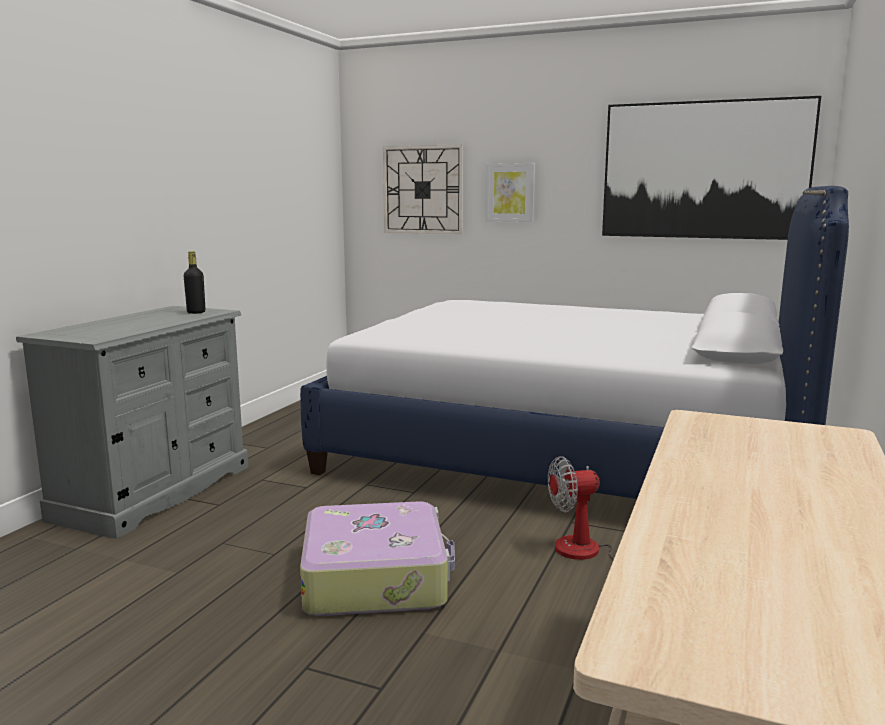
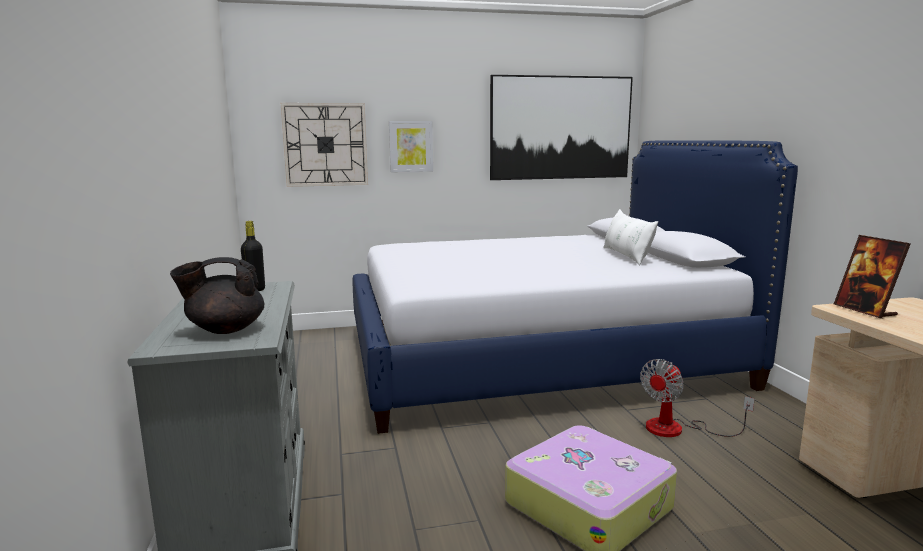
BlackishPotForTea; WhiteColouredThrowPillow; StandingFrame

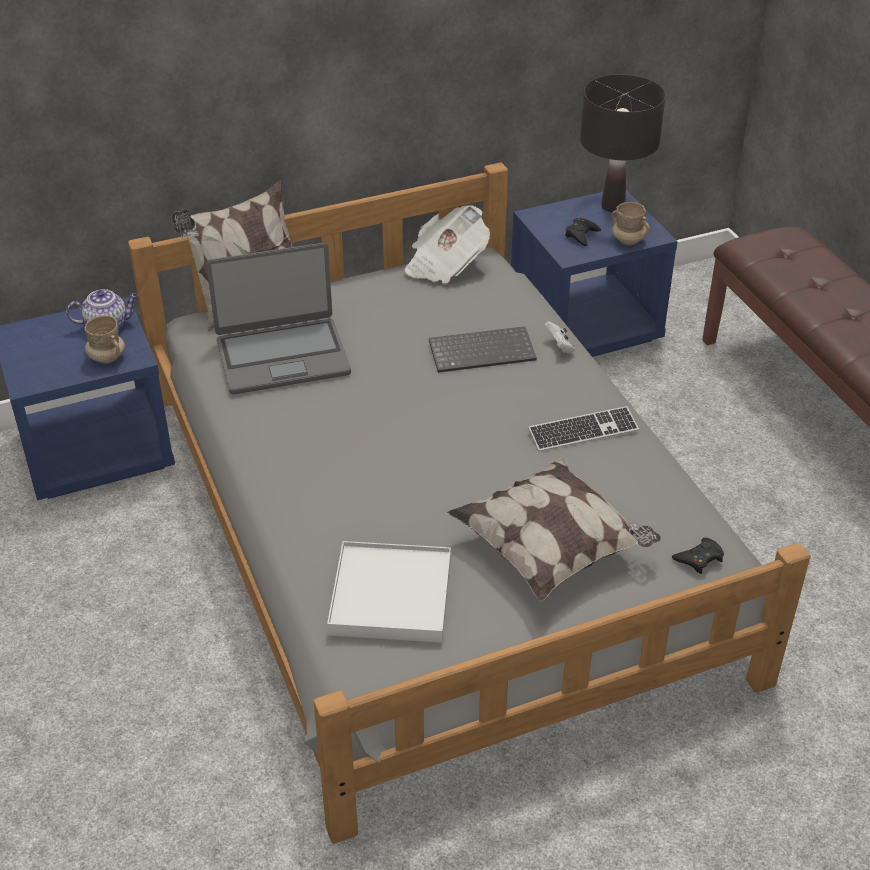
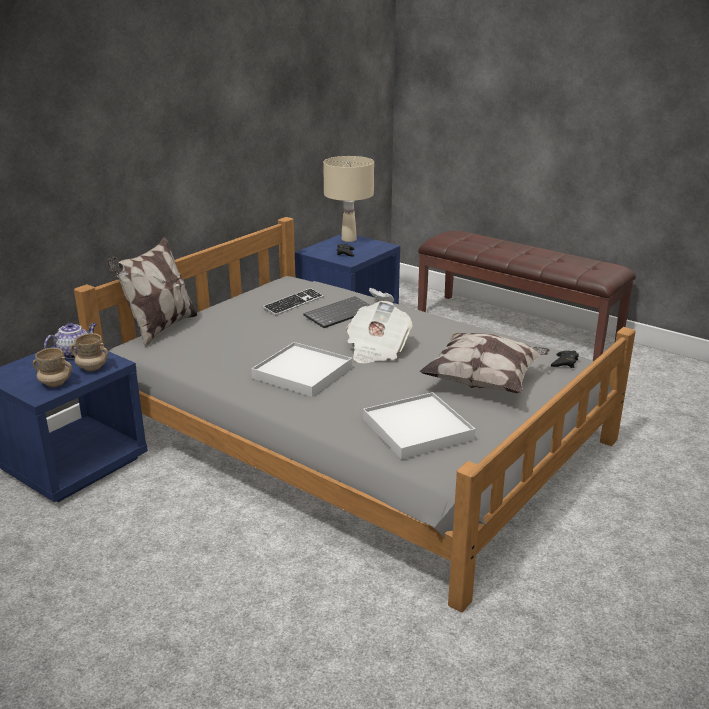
Laptop; Newspaper; ComputerKeyboard (no. 1 from left); BeigeLampForATable; BeigeTeaMug (no. 1 from left); WhiteColouredTray (no. 1 from left)

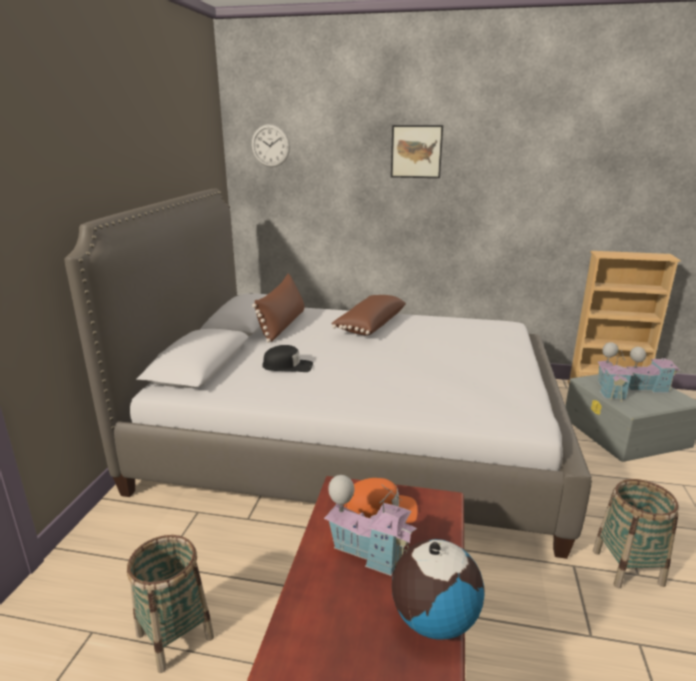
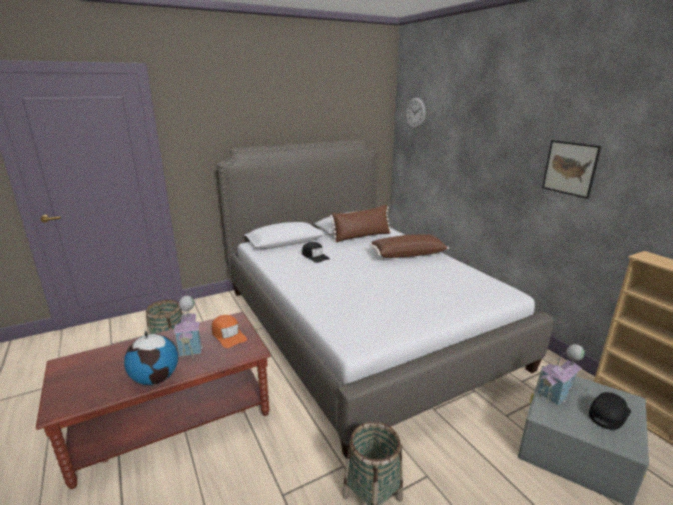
Picture; BlackishCap (no. 2 from left)

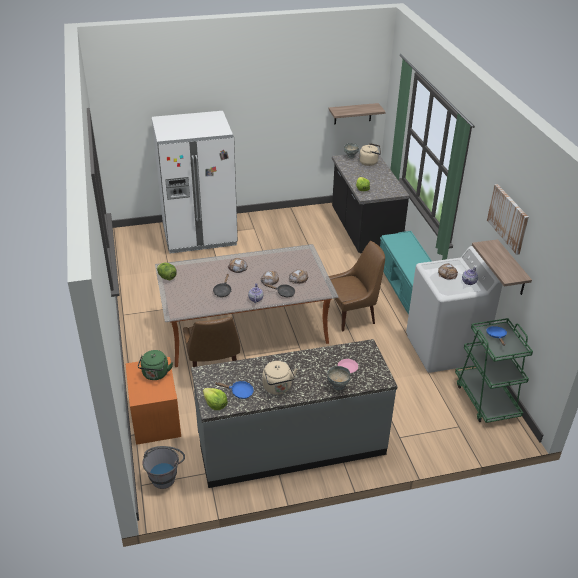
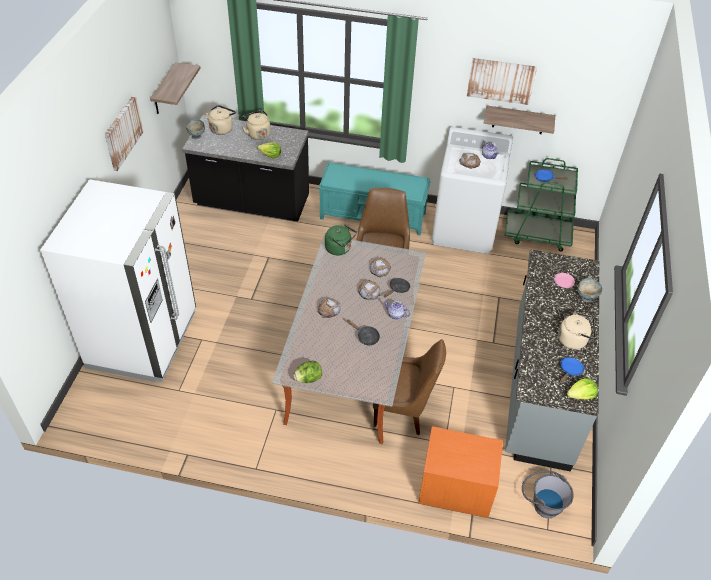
GreenishKettle; Picture (no. 1 from left); BeigeKettle (no. 2 from left)

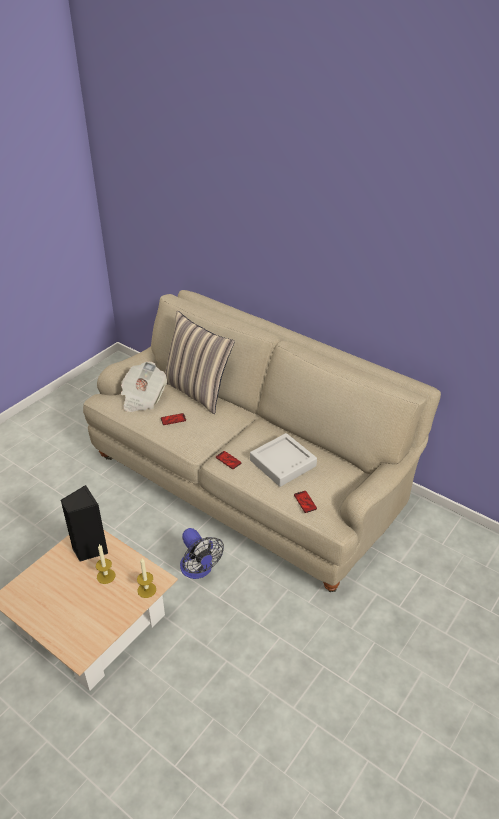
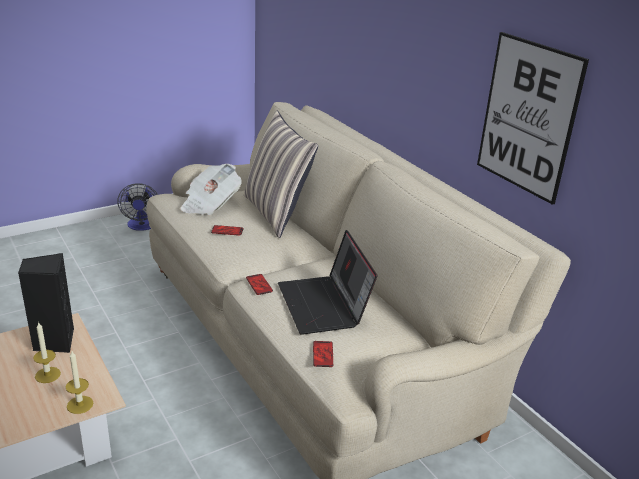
ElectricFan; Laptop; Picture

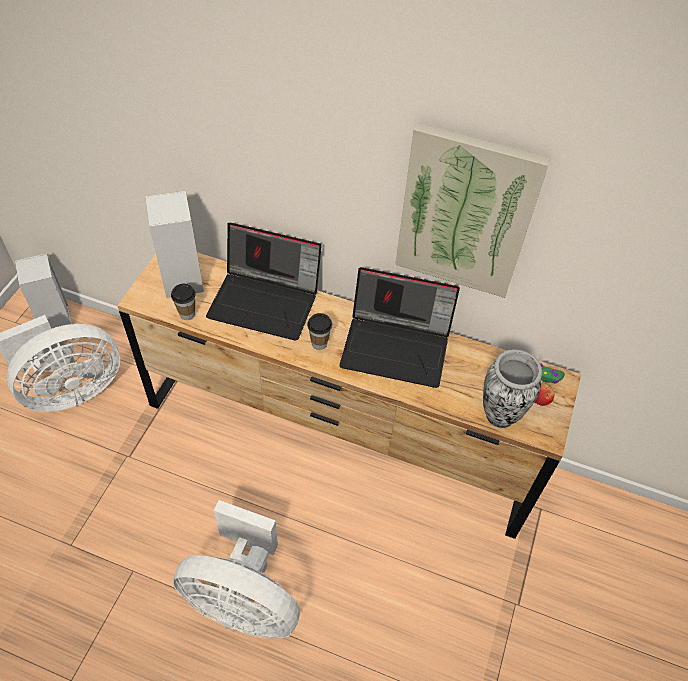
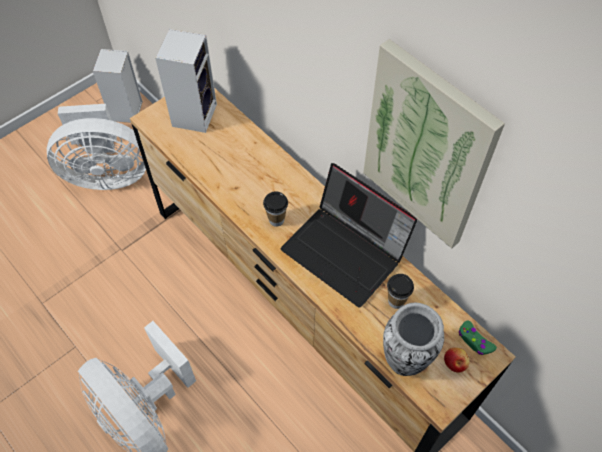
DrinkingCup (no. 2 from left); Laptop (no. 1 from left in the first image)

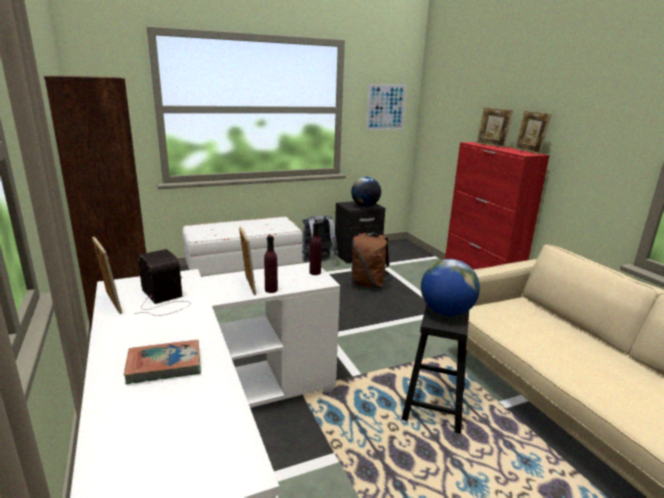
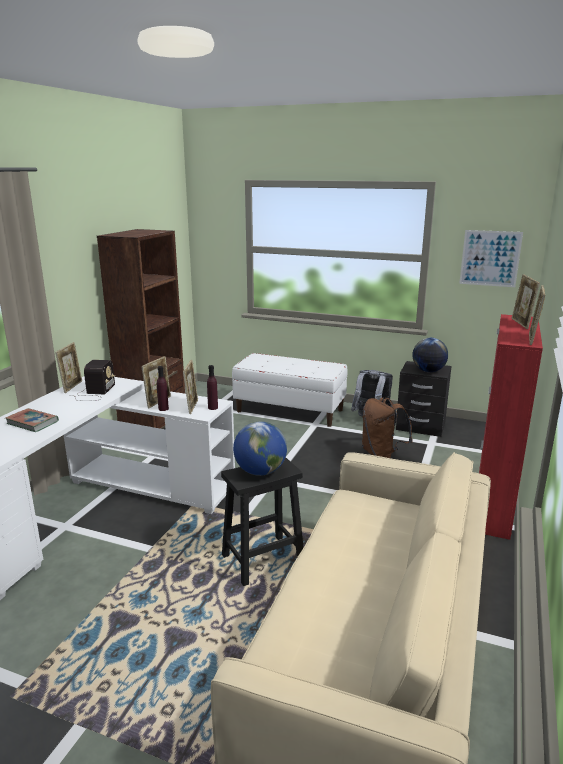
StandingFrame (no. 3 from left)

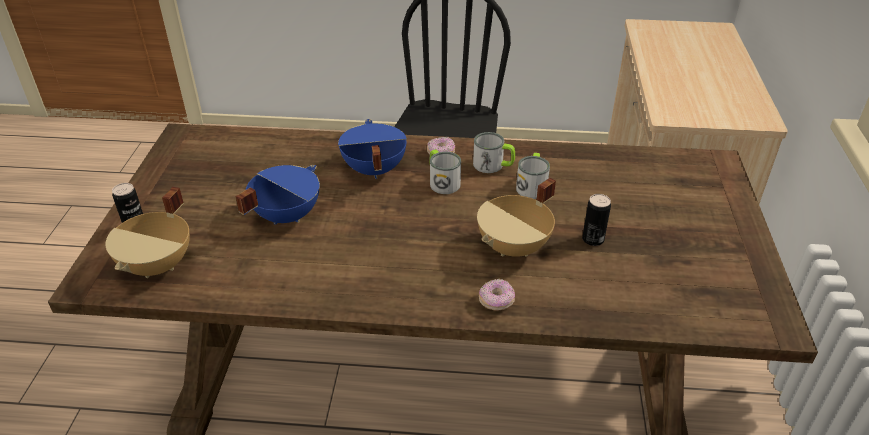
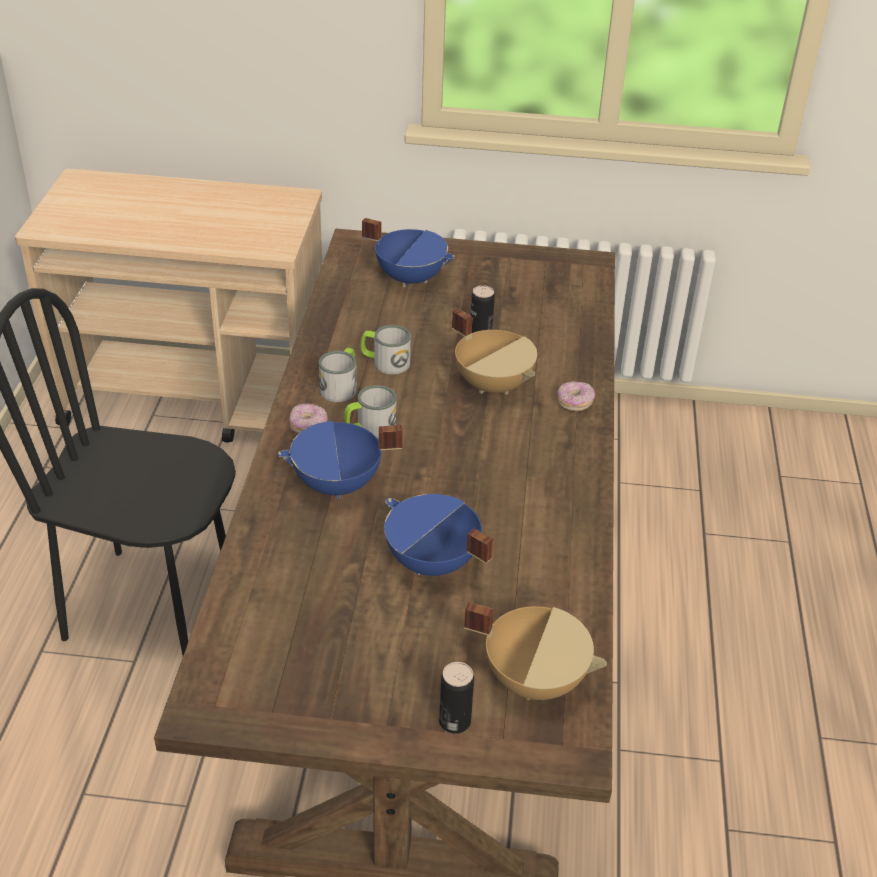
BlueColouredCookingPot (no. 2 from left)

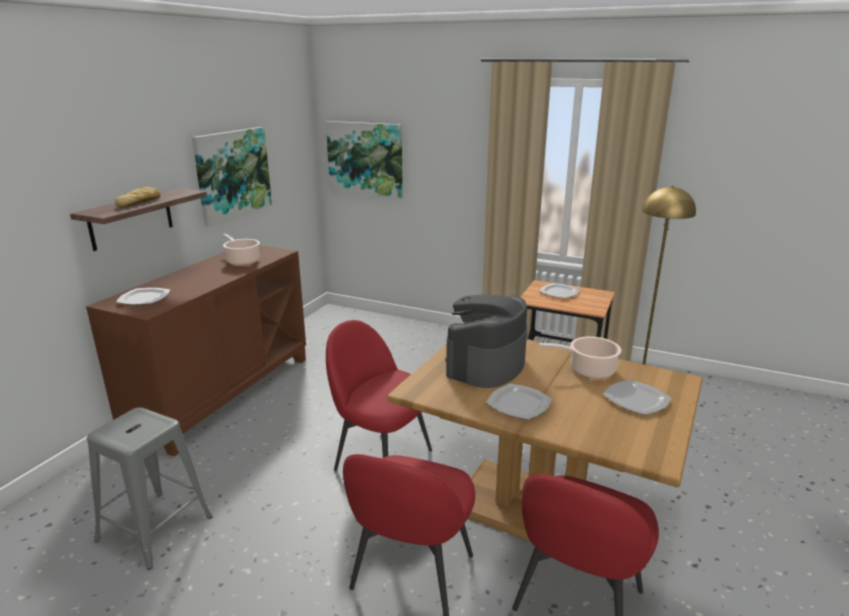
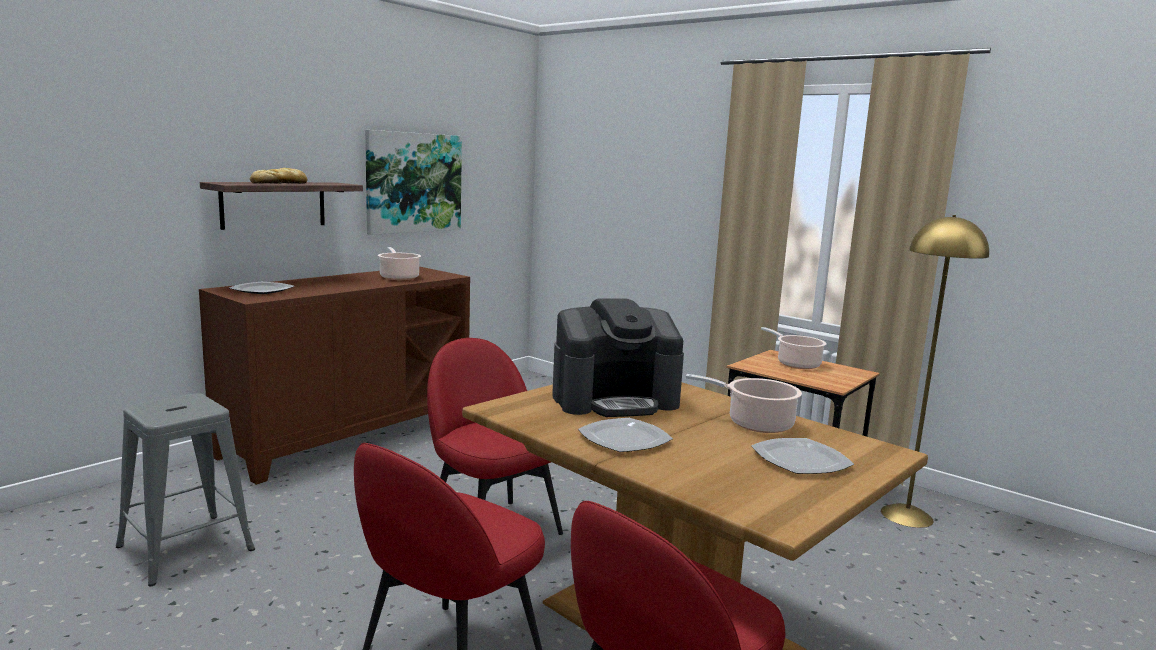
Picture (no. 2 from left in the first image); CoffeeMaker; CookingPot (no. 3 from left)

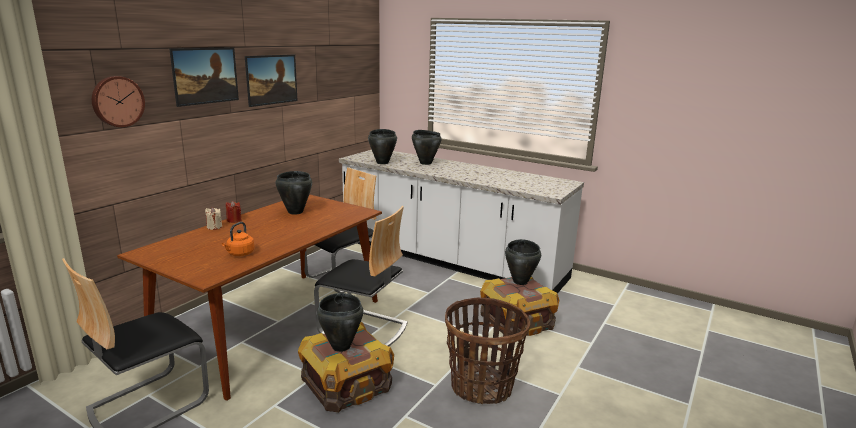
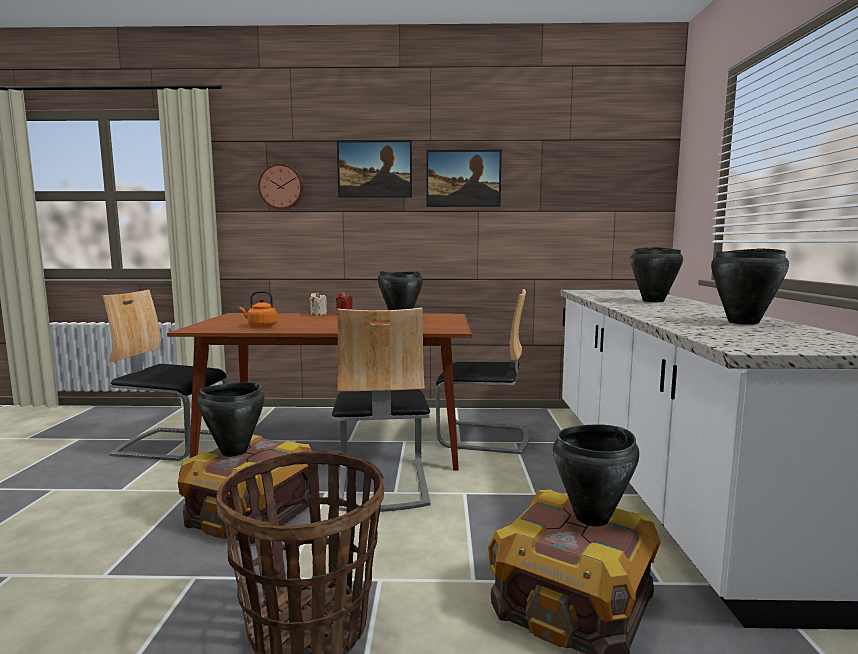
BlackishCookingPot (no. 5 from left)

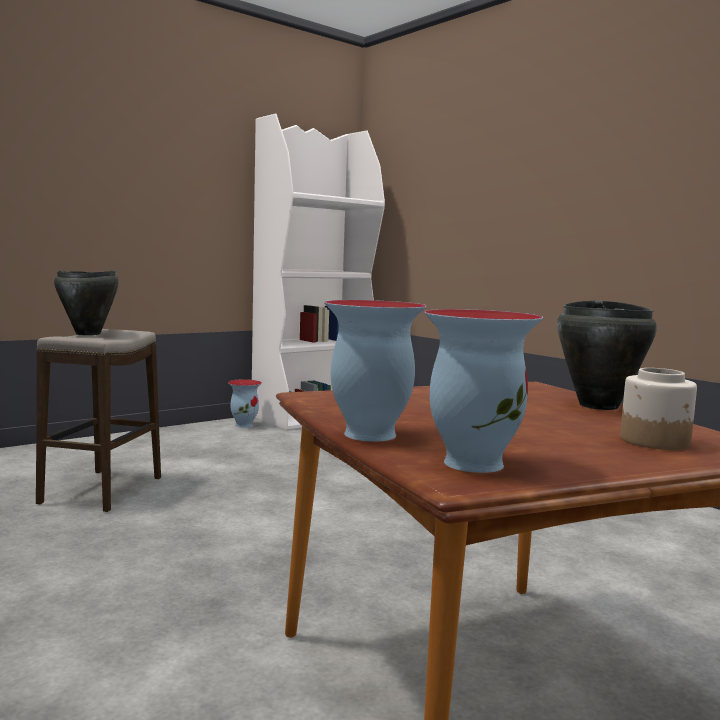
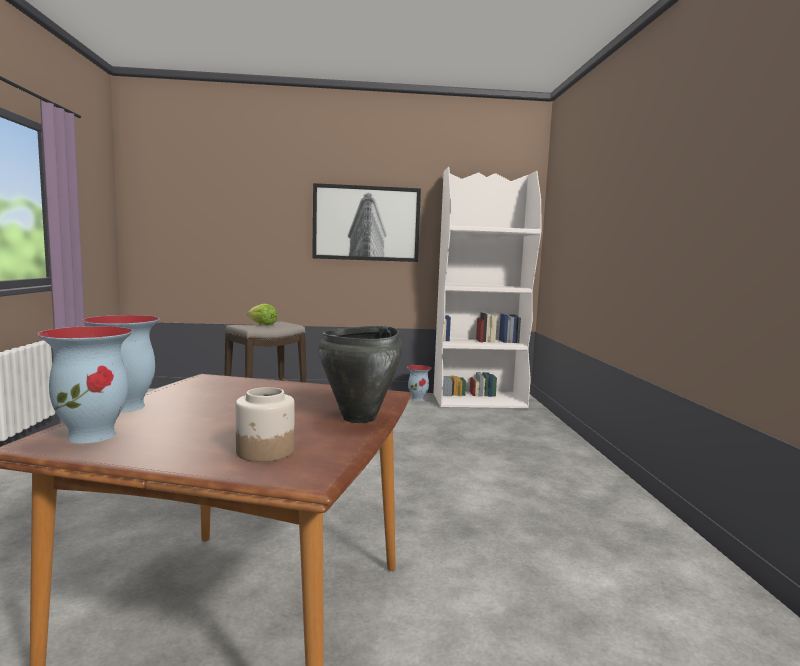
Lettuce; Picture

